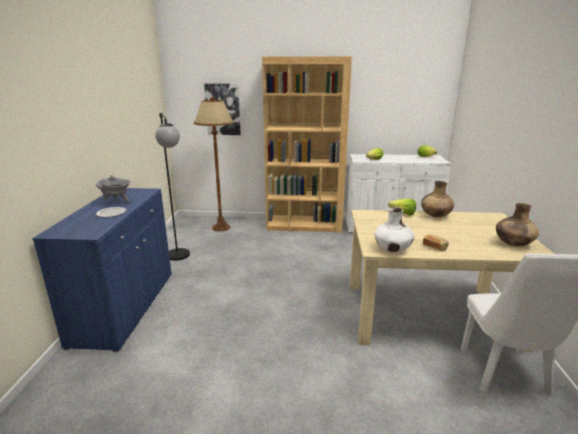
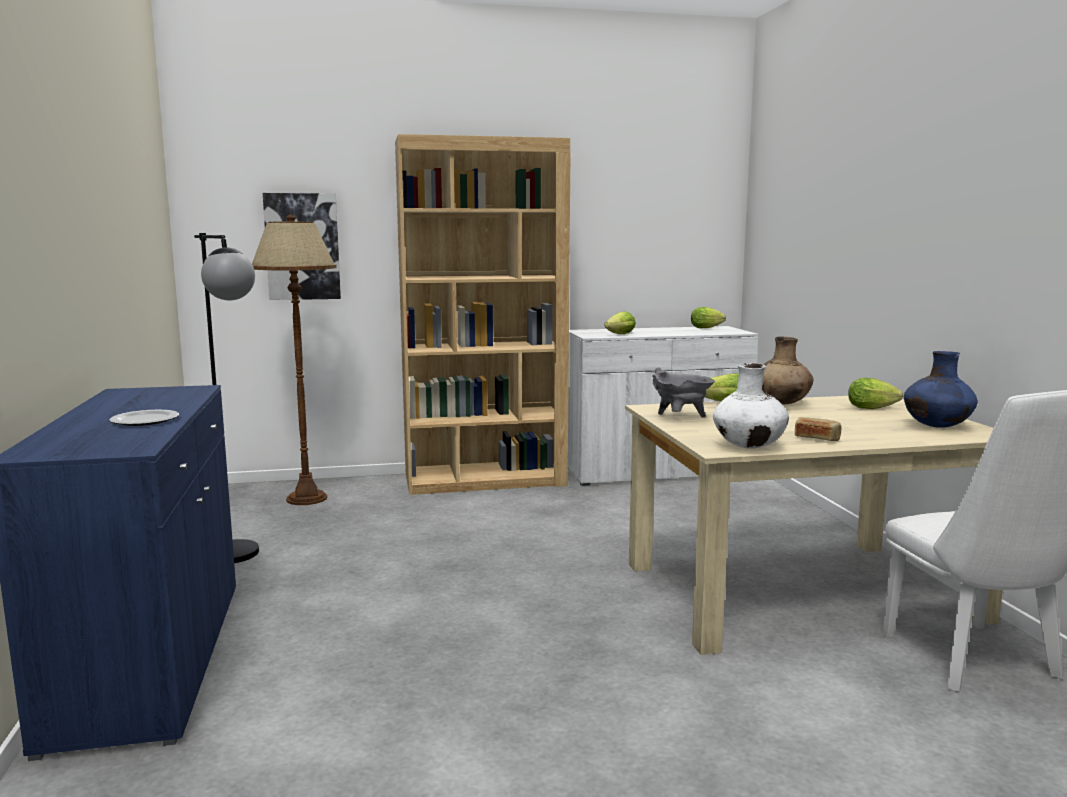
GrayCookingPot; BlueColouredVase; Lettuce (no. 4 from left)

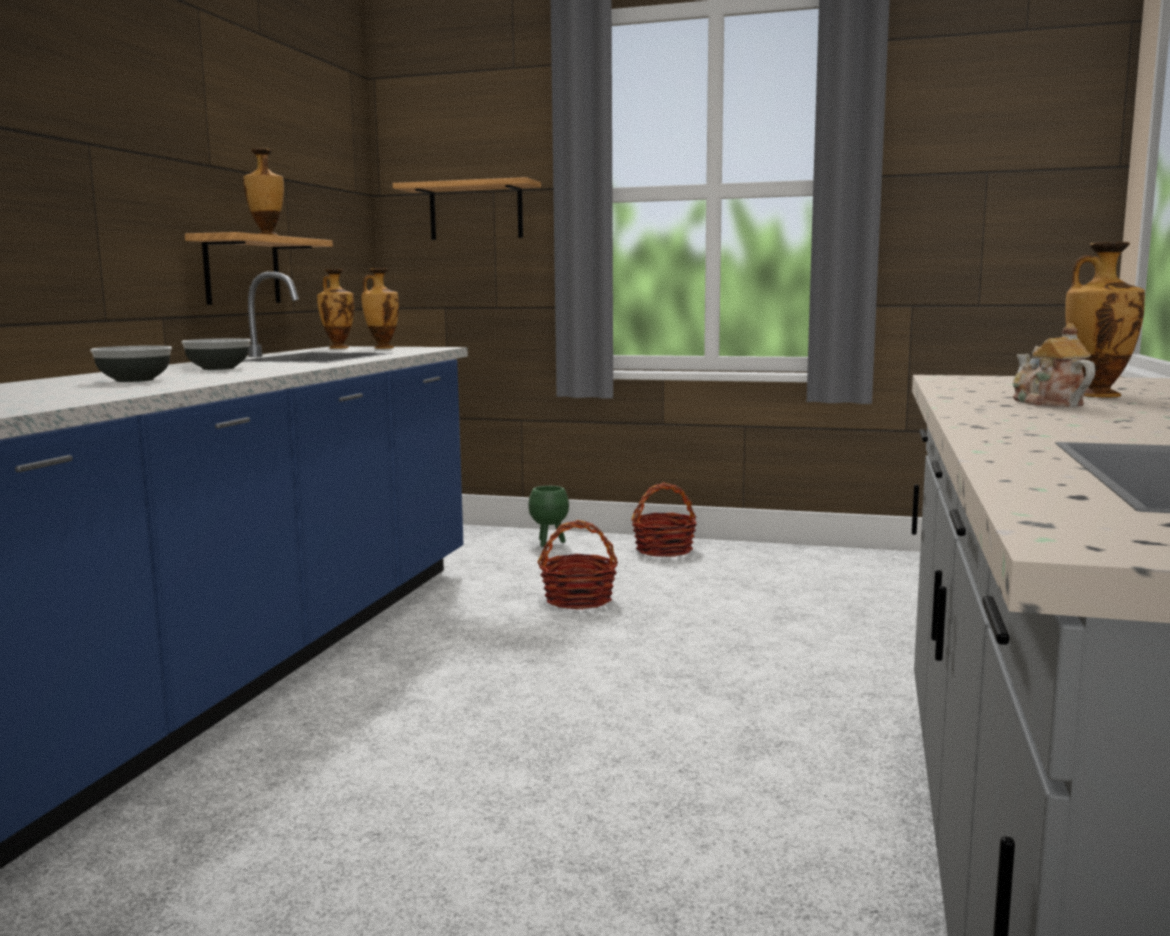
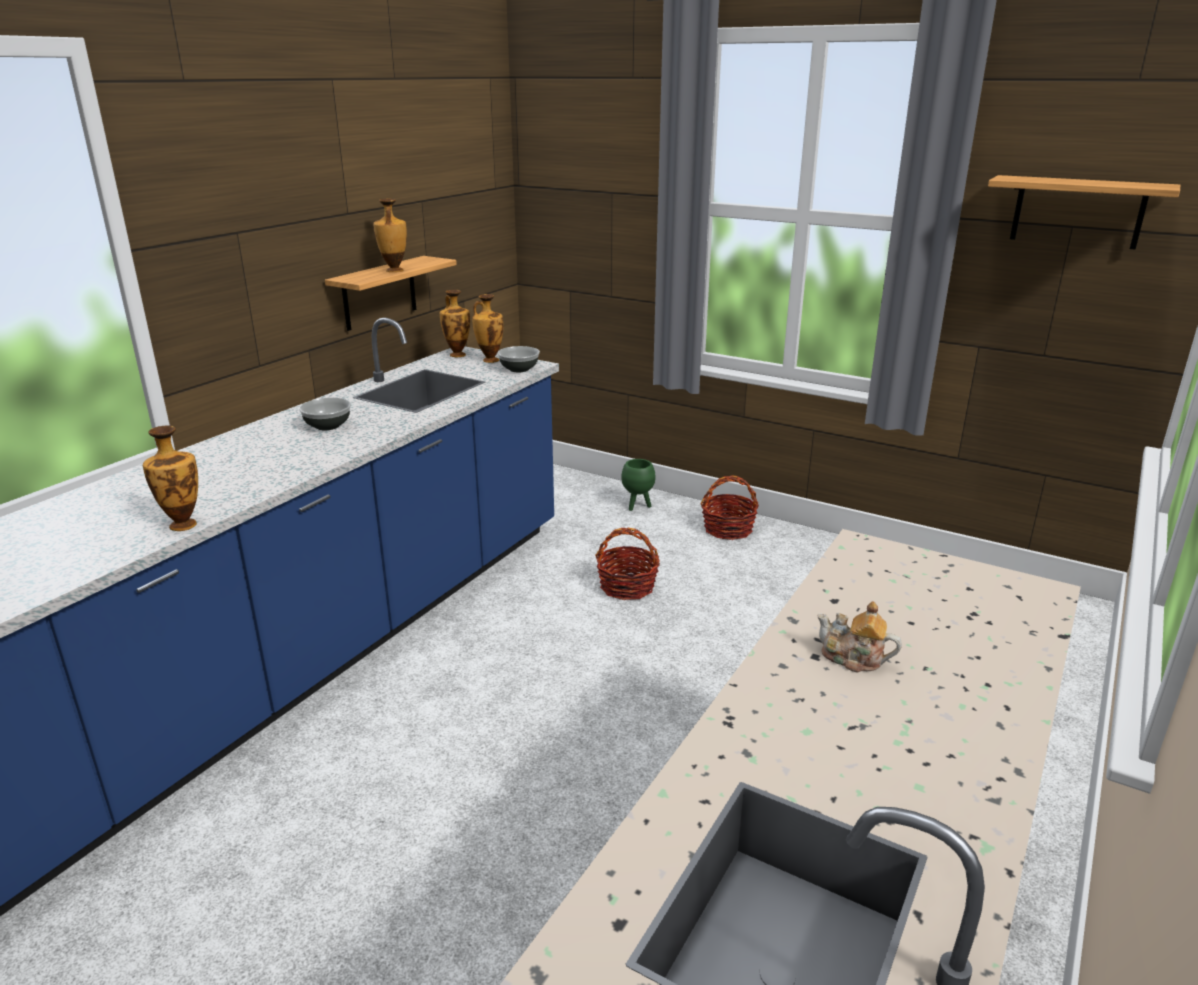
Bowl (no. 2 from left); Shelf (no. 2 from left); PotForTea; Vase (no. 1 from left)

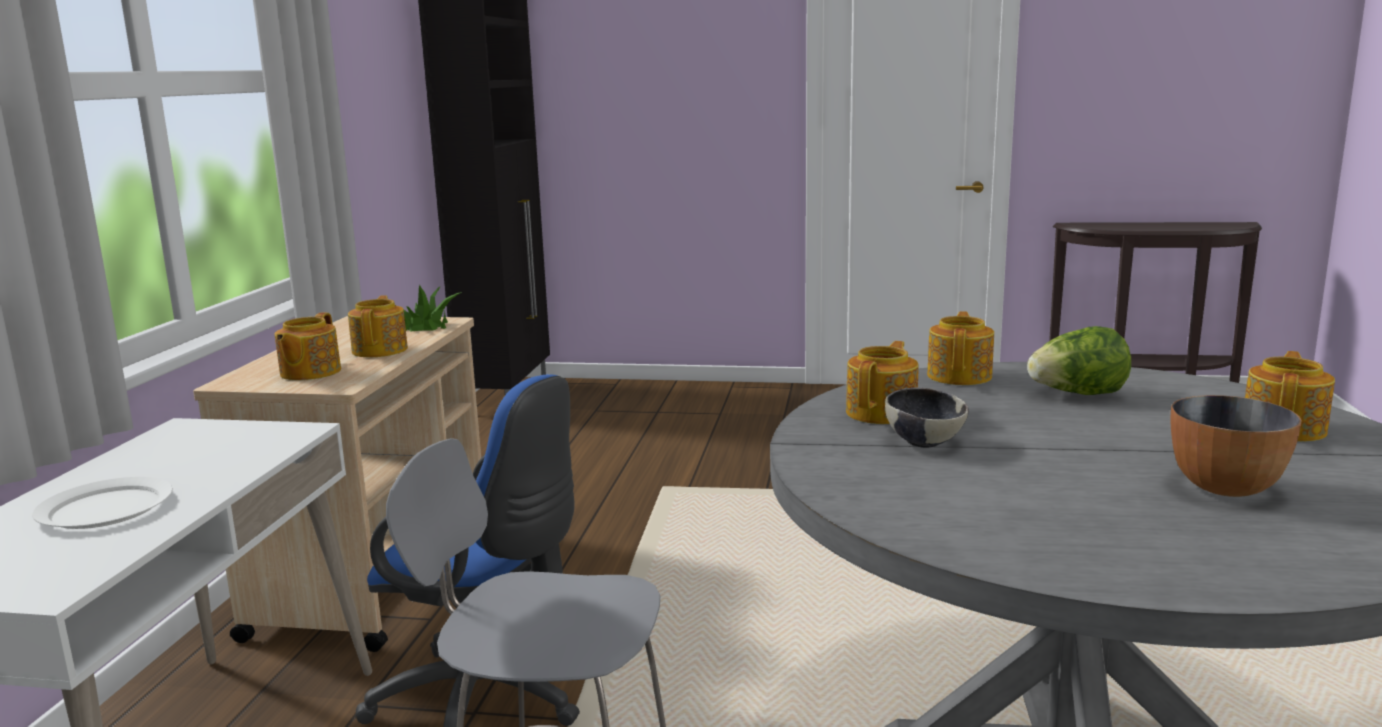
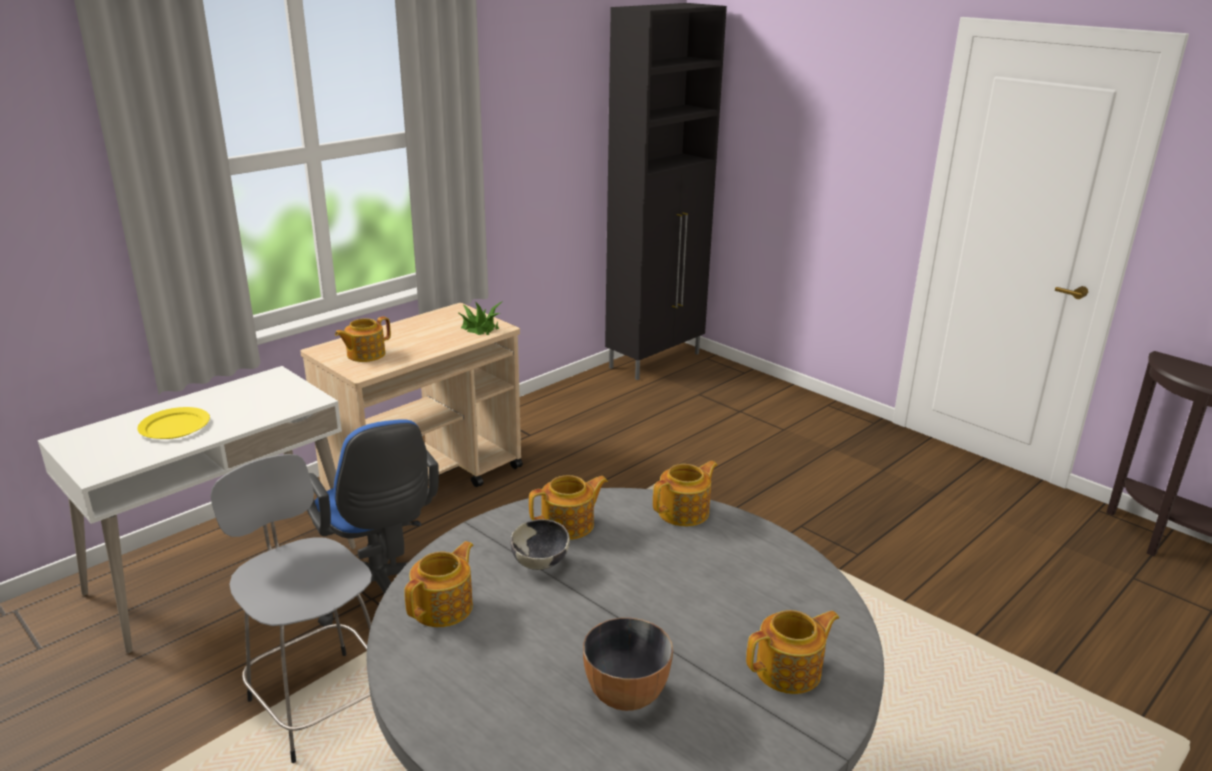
YellowDinnerPlate; PotForTea (no. 2 from left); Lettuce

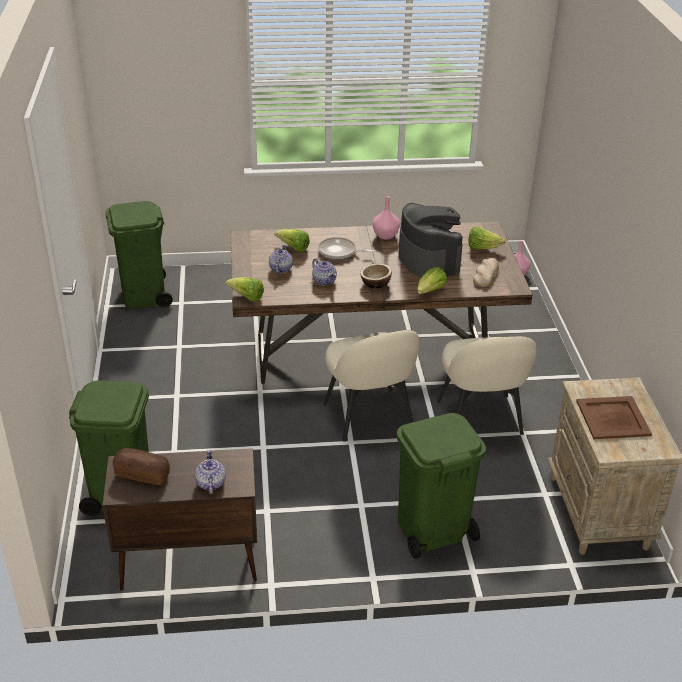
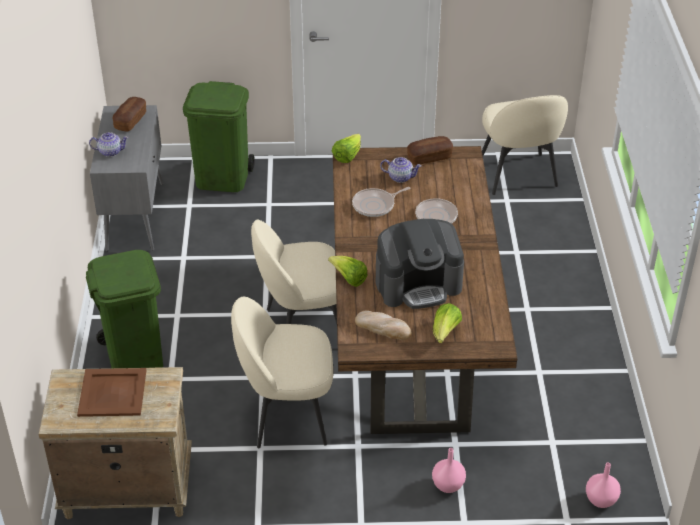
GrayCupboard; BeigeChair (no. 3 from left); Lettuce (no. 2 from left in the first image); Skillet (no. 1 from left); Bowl; PinkColouredVase (no. 1 from left); BakedBread (no. 3 from left)

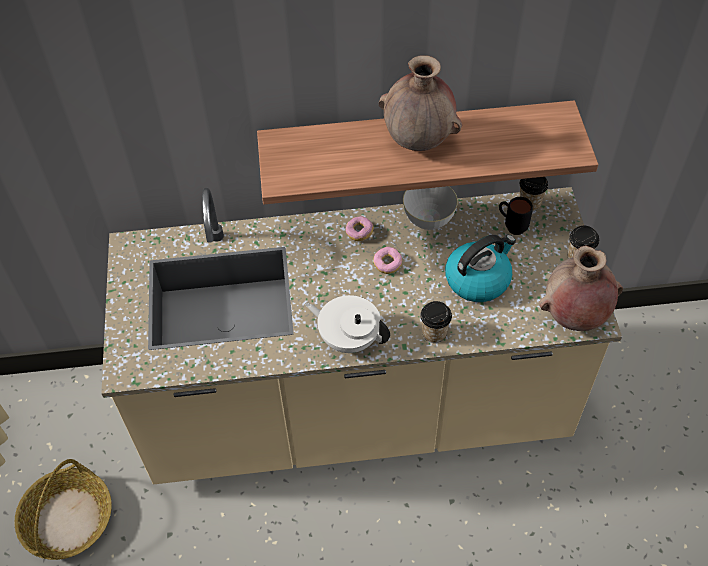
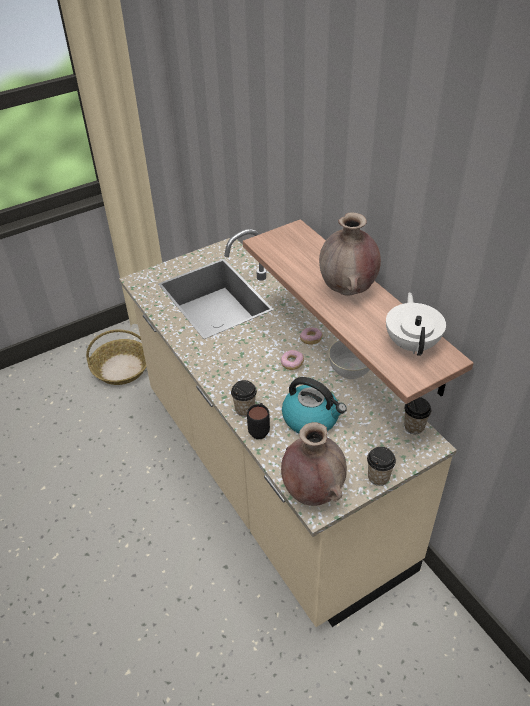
WhiteColouredPotForTea; BlackishTeaMug

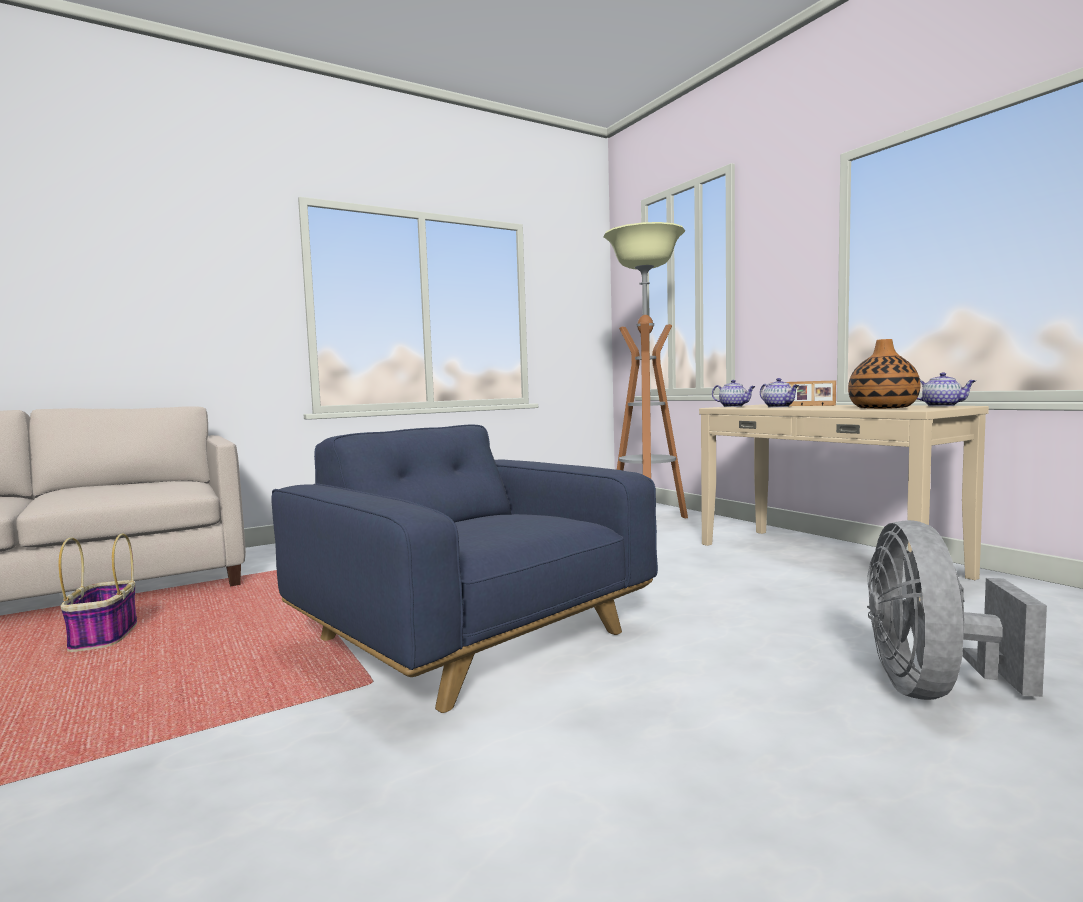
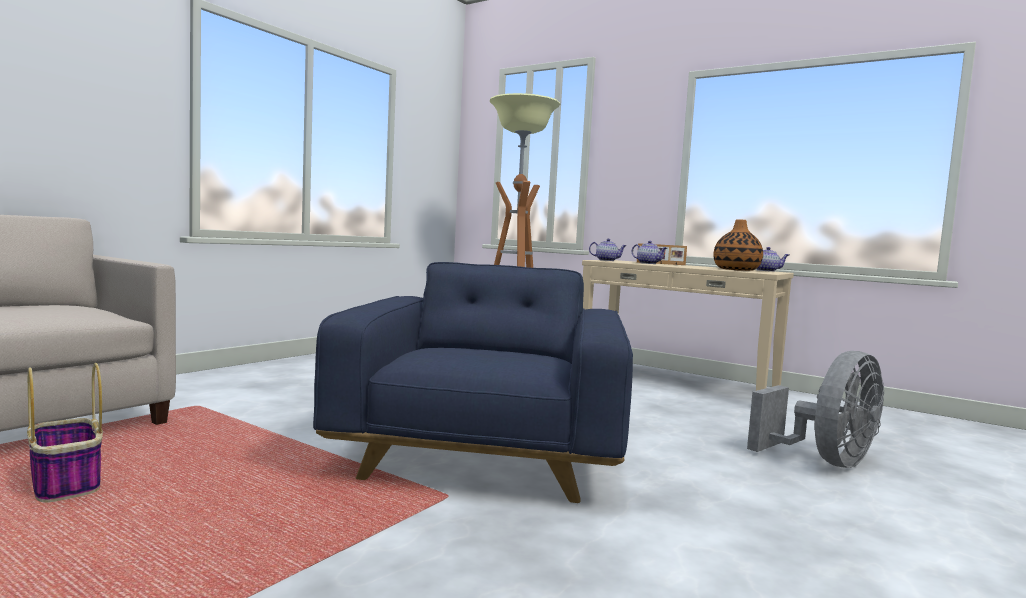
BlueColouredArmchair; GrayElectricFan

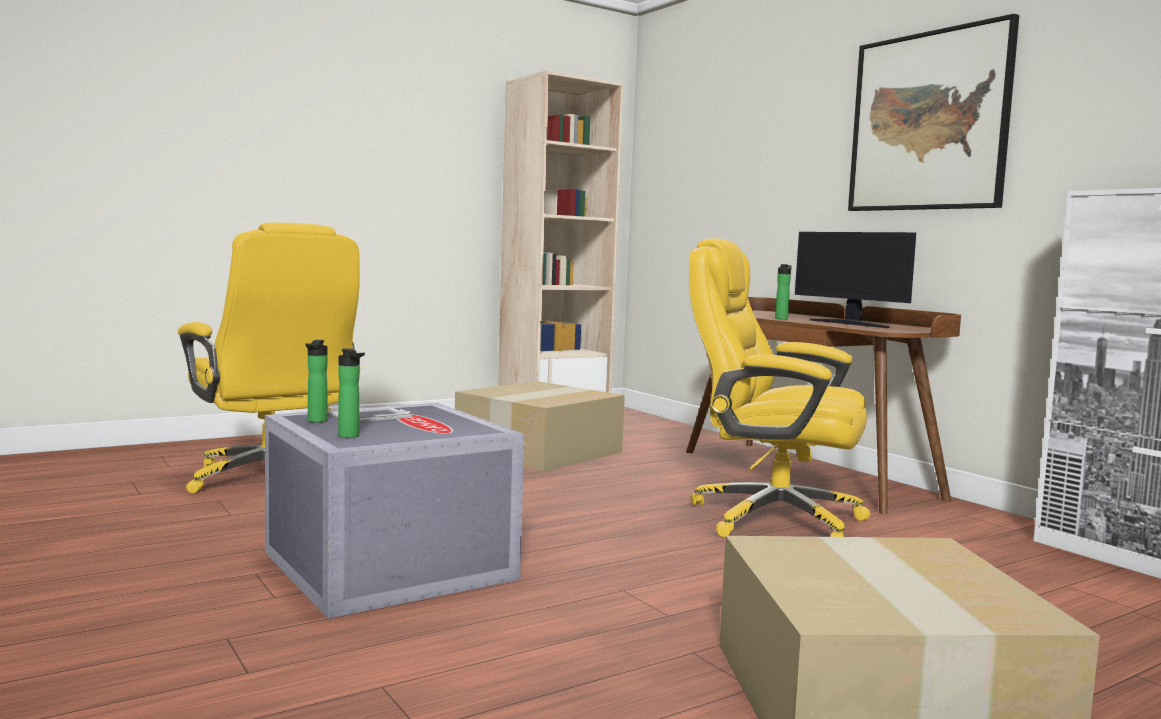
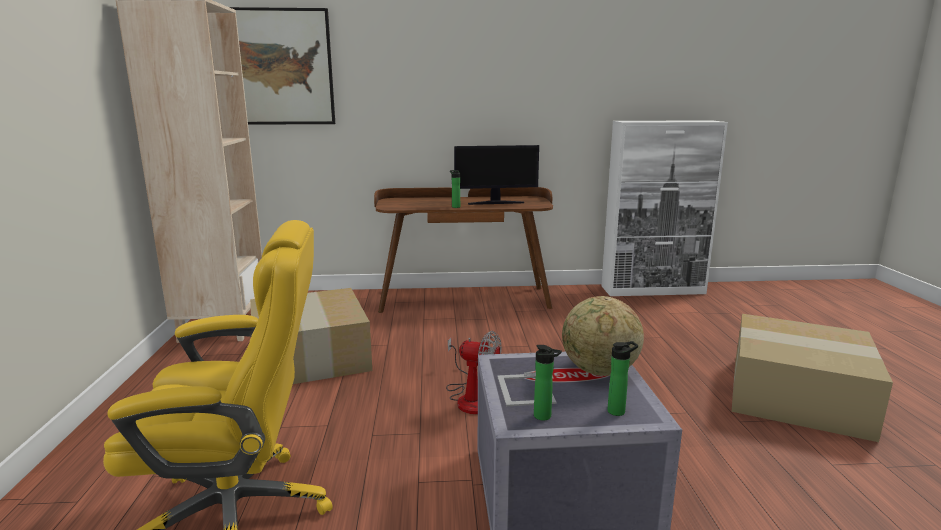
YellowComputerChair (no. 2 from left in the first image); Picture; ElectricFan; WorldGlobe

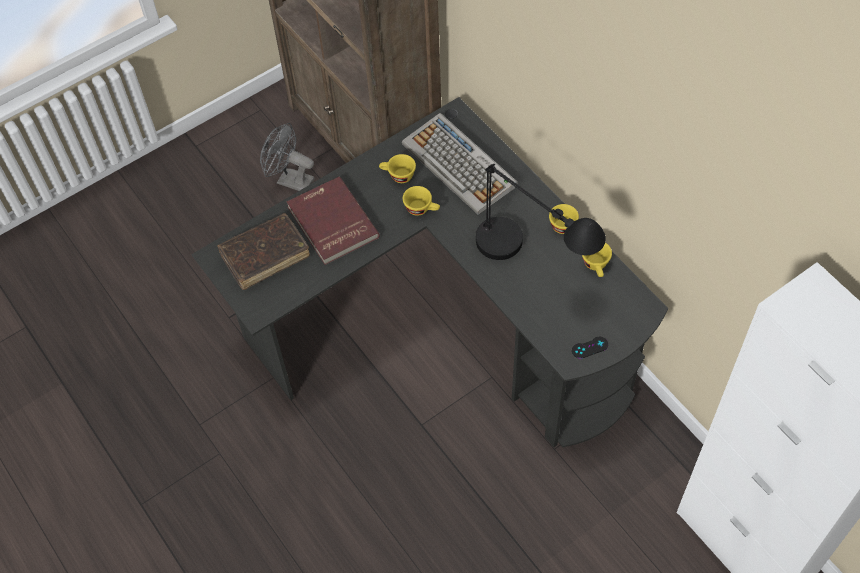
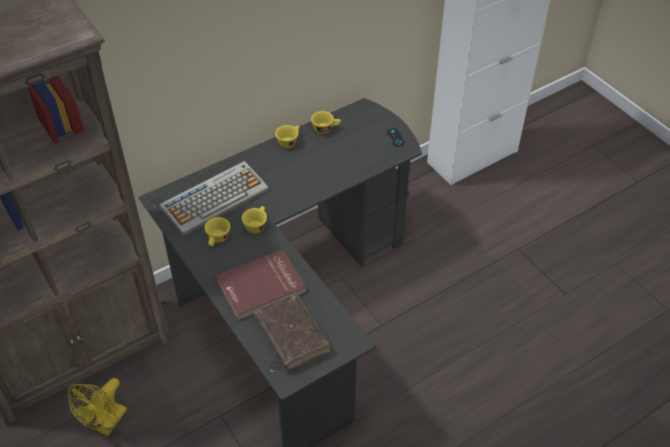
YellowElectricFan; BlackishLampForATable

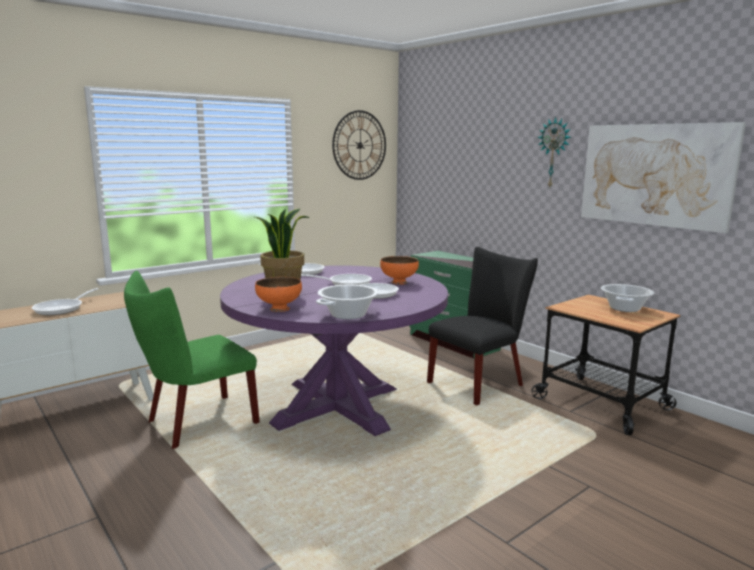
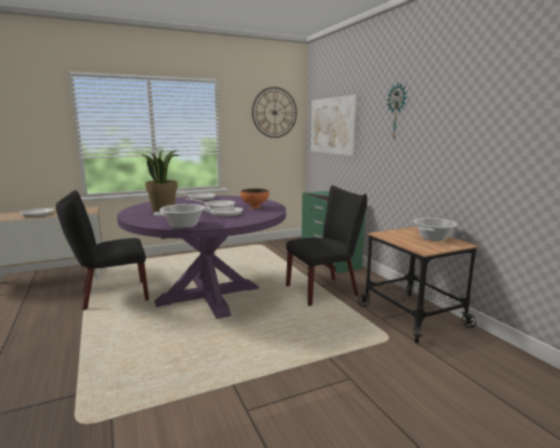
BlackishChair (no. 1 from left); OrangeBowl (no. 1 from left in the first image); Picture

